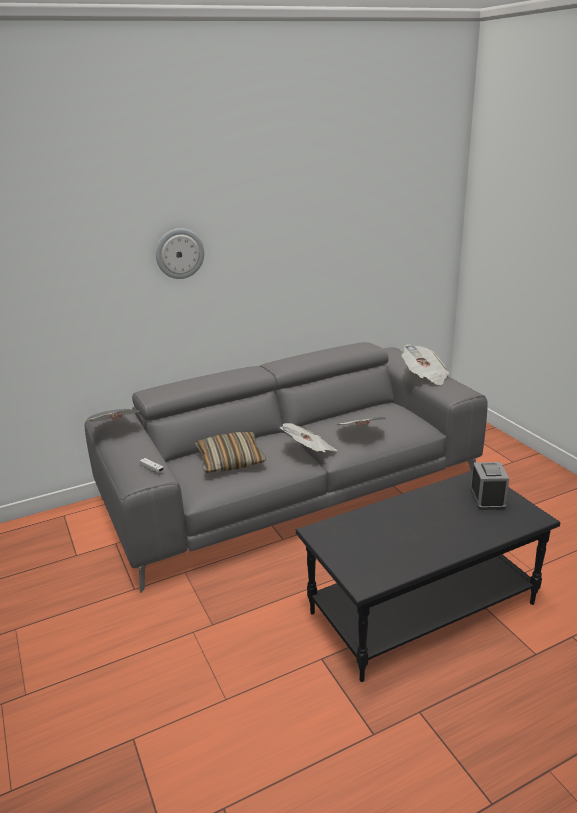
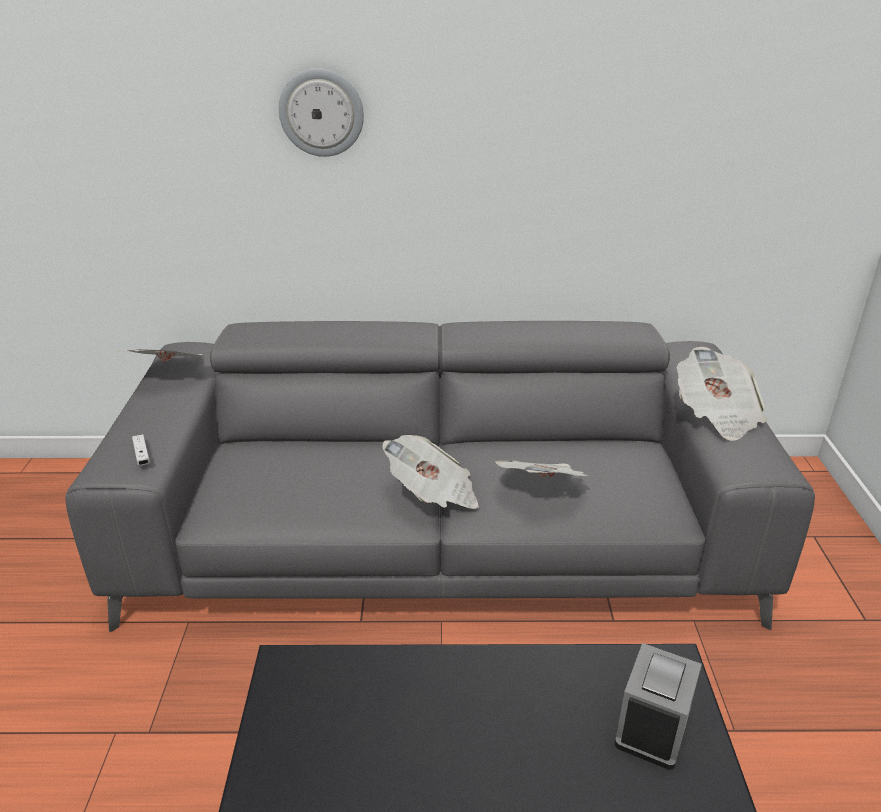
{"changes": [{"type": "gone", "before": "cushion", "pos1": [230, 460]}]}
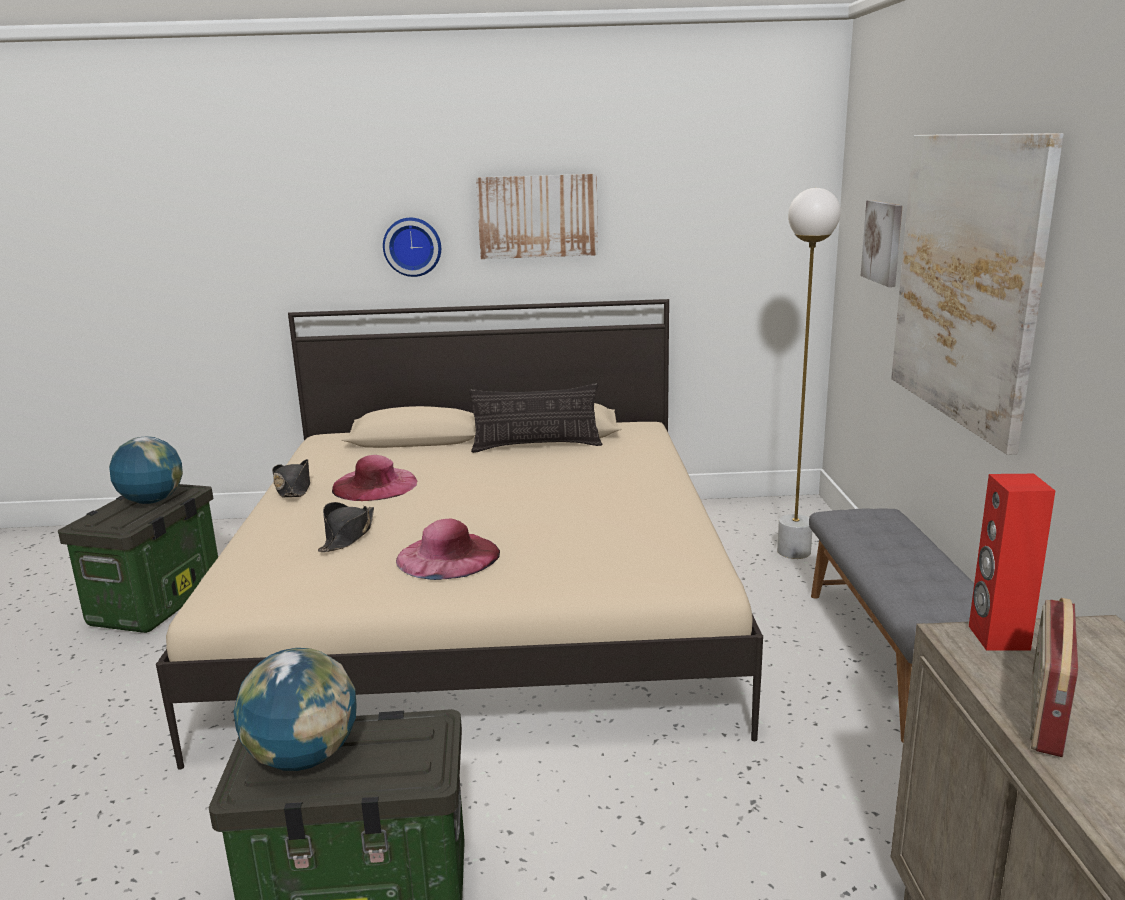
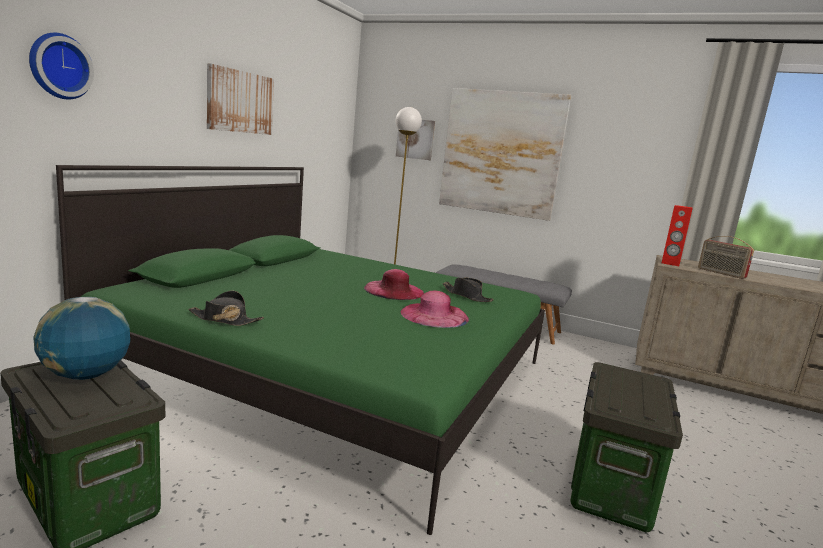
{"changes": [{"type": "shifted", "before": "clock on the wall", "pos1": [412, 246], "pos2": [59, 66]}, {"type": "repainted", "before": "beige bed", "after": "greenish bed", "pos1": [484, 603], "pos2": [335, 371]}, {"type": "gone", "before": "cushion", "pos1": [536, 446]}, {"type": "shifted", "before": "pinkish wearable hat", "pos1": [375, 485], "pos2": [394, 290]}, {"type": "shifted", "before": "black-coloured wearable hat", "pos1": [348, 535], "pos2": [467, 296]}, {"type": "gone", "before": "desk globe", "pos1": [303, 757]}]}
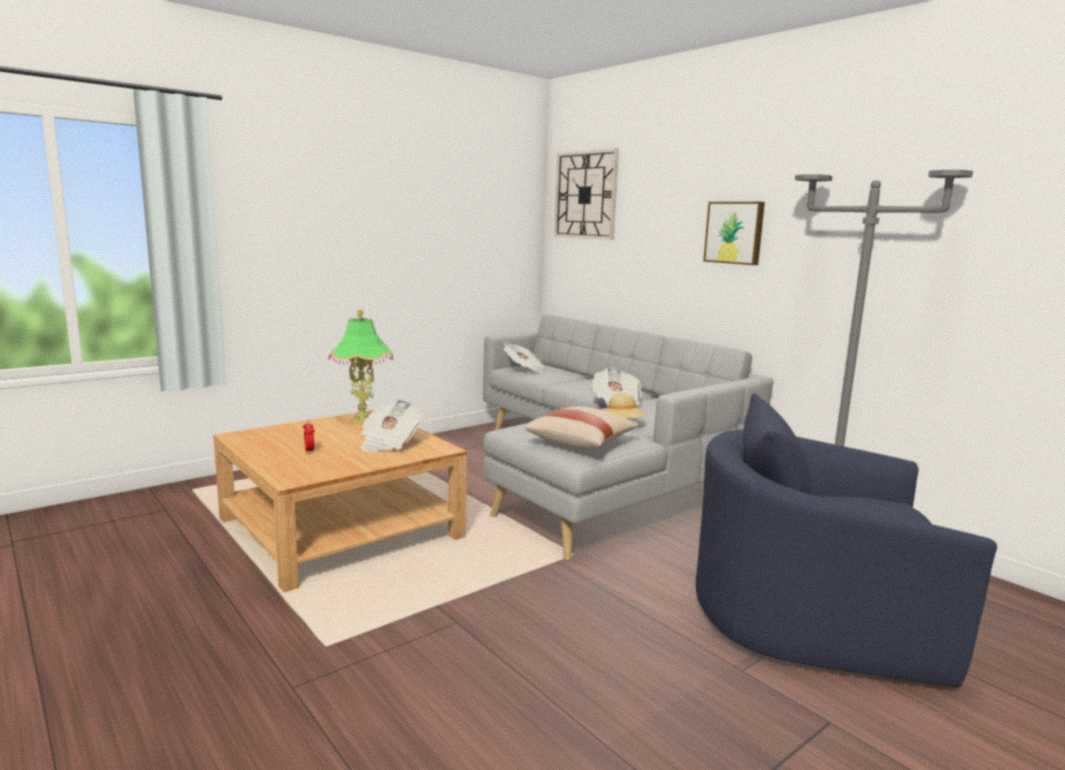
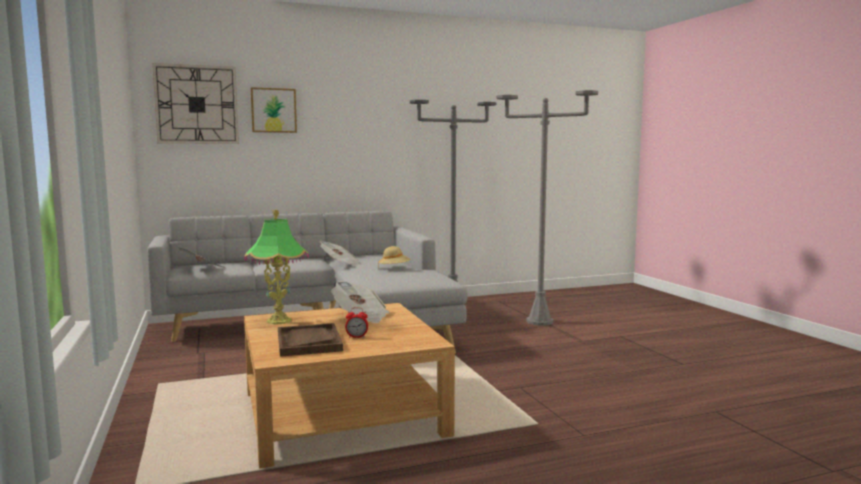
{"changes": [{"type": "shifted", "before": "wall art", "pos1": [735, 232], "pos2": [273, 110]}, {"type": "swapped", "before": "blue-coloured lounge chair", "after": "grey floor lamp", "pos1": [813, 615], "pos2": [539, 321]}, {"type": "gone", "before": "beige cushion", "pos1": [582, 443]}, {"type": "new", "after": "brownish tray", "pos2": [308, 342]}]}
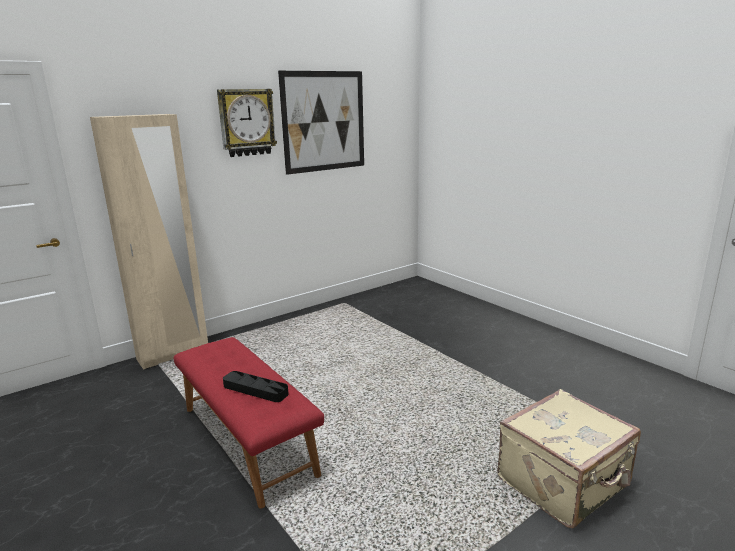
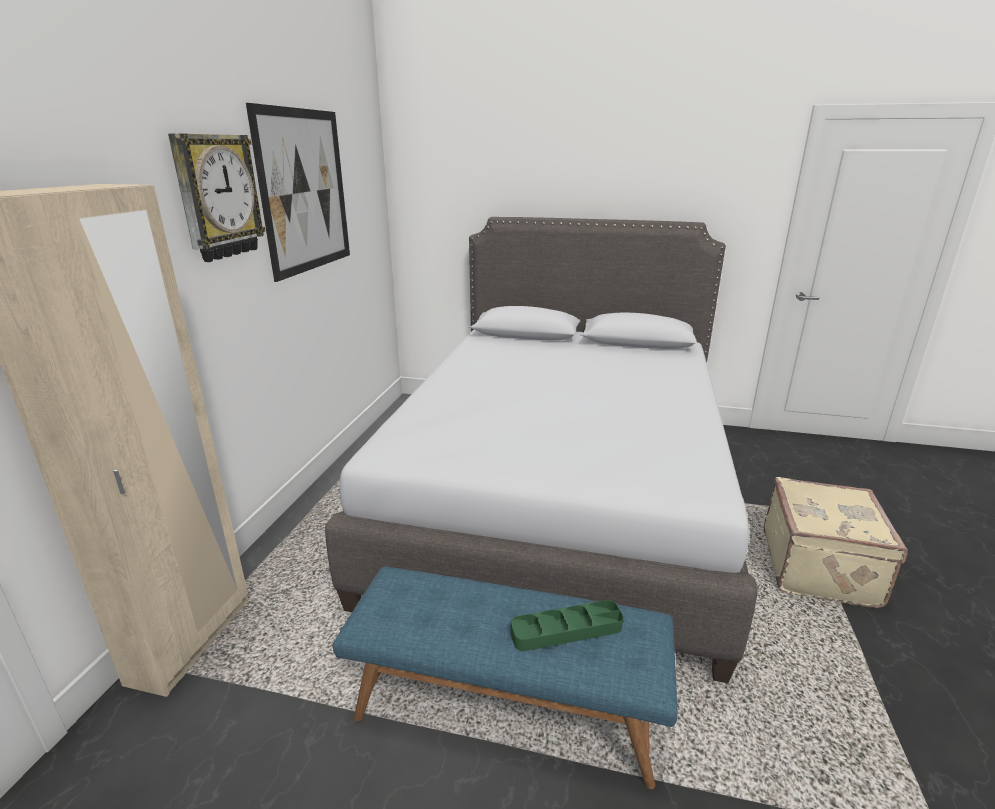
{"changes": [{"type": "repainted", "before": "red-coloured indoor bench", "after": "blue-coloured indoor bench", "pos1": [248, 439], "pos2": [507, 706]}, {"type": "repainted", "before": "black-coloured tray", "after": "greenish tray", "pos1": [255, 390], "pos2": [566, 630]}, {"type": "new", "after": "grey bed", "pos2": [559, 495]}]}
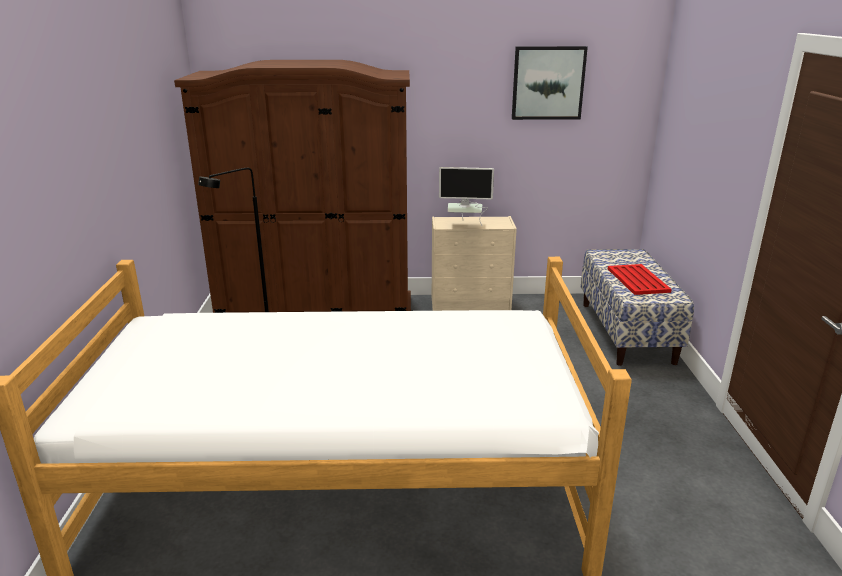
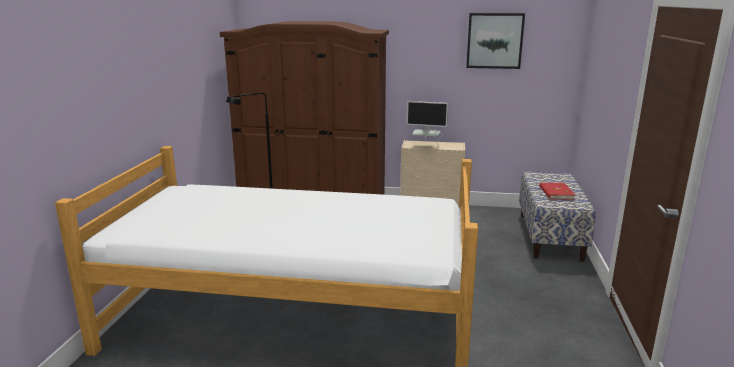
{"changes": [{"type": "swapped", "before": "red-coloured tray", "after": "red-coloured bound book", "pos1": [638, 280], "pos2": [555, 193]}]}
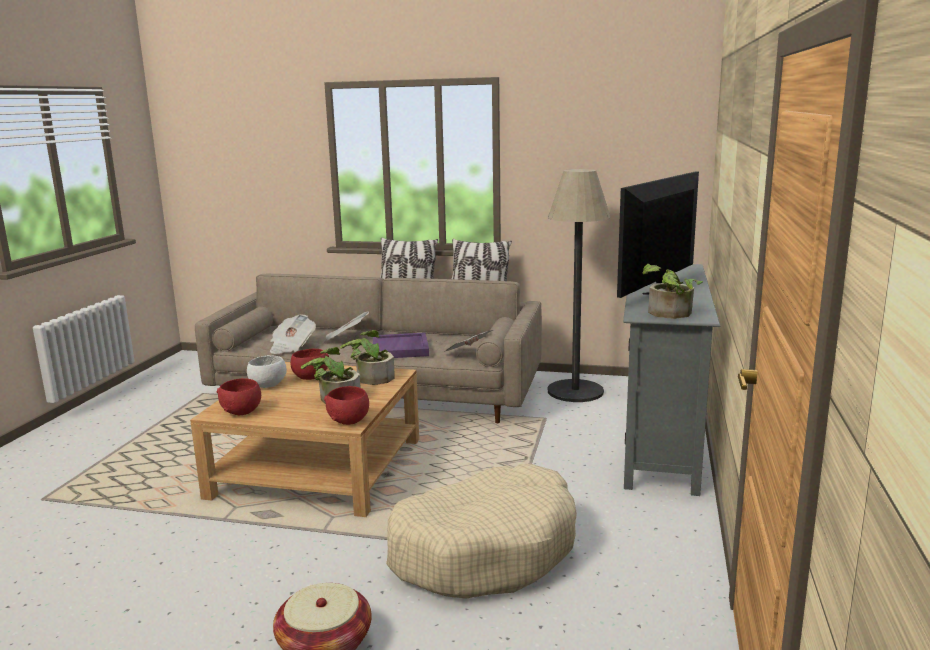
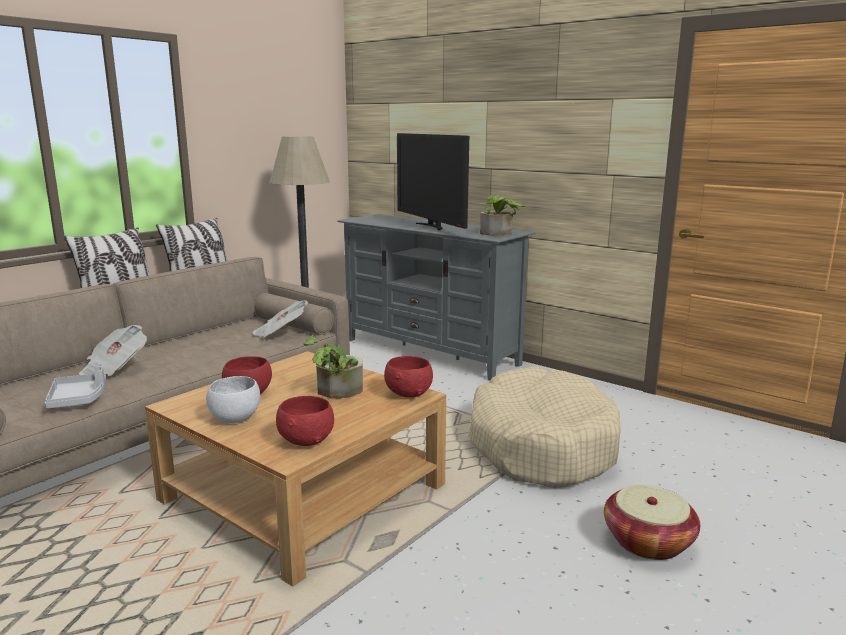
{"changes": [{"type": "swapped", "before": "daily paper", "after": "grey tray", "pos1": [291, 347], "pos2": [78, 399]}, {"type": "gone", "before": "potted plant", "pos1": [370, 378]}, {"type": "gone", "before": "purplish tray", "pos1": [400, 349]}]}
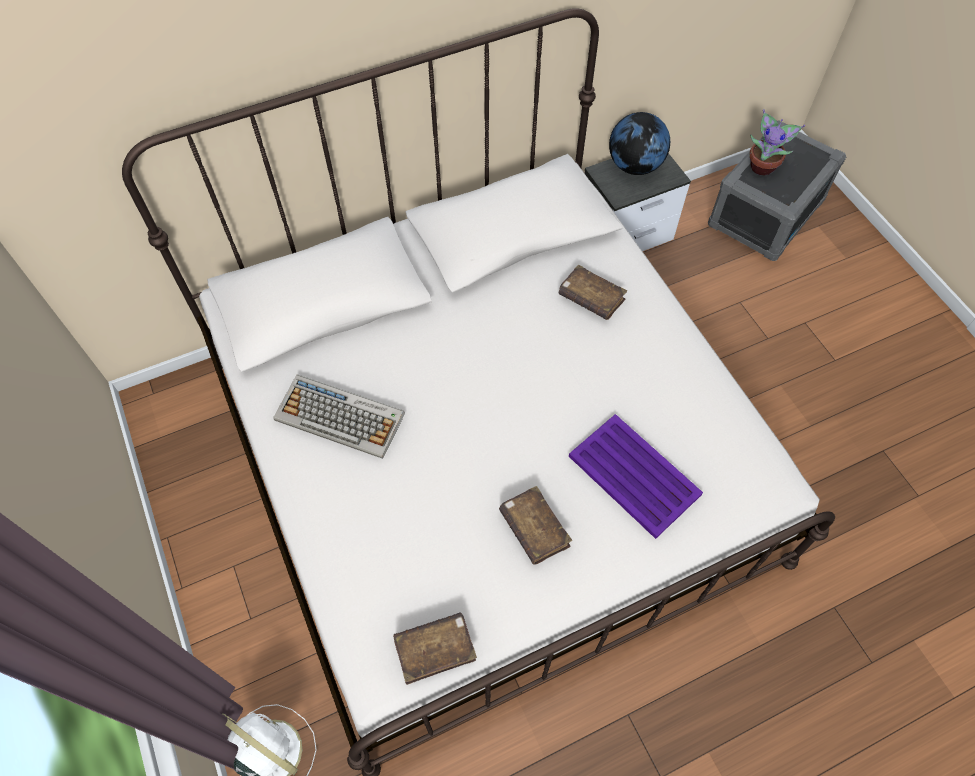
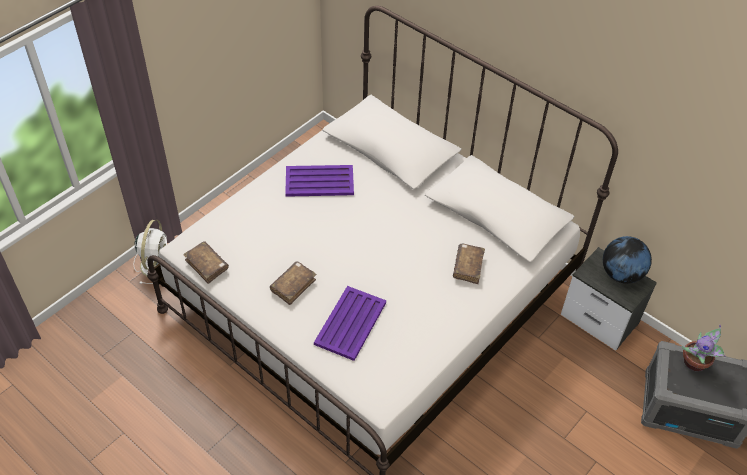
{"changes": [{"type": "swapped", "before": "PC keyboard", "after": "purplish tray", "pos1": [341, 416], "pos2": [320, 181]}]}
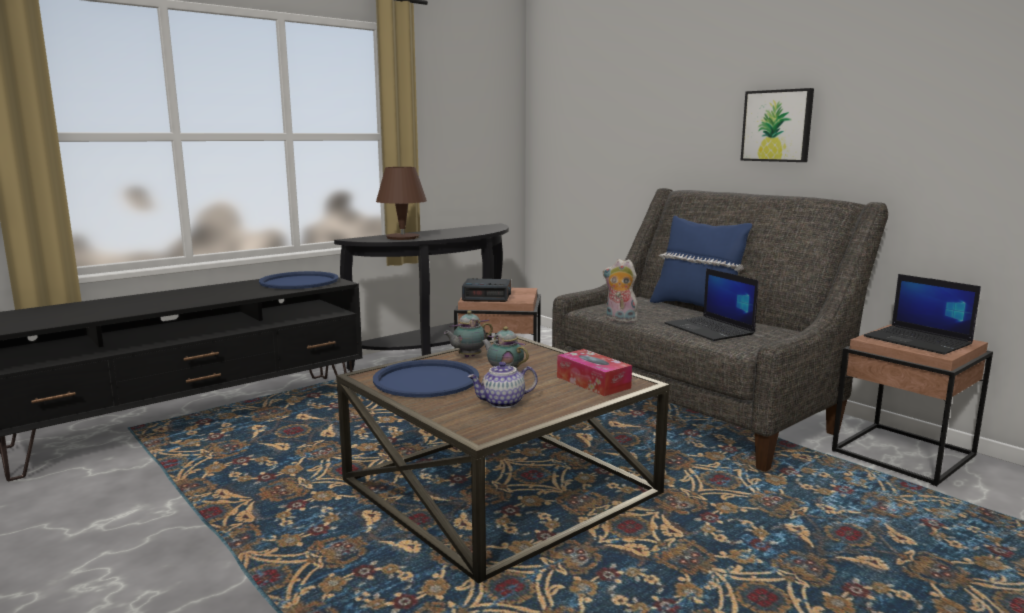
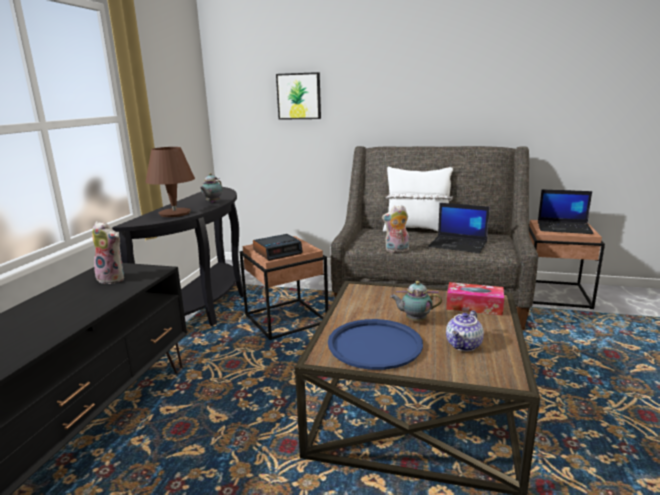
{"changes": [{"type": "shifted", "before": "wall art", "pos1": [777, 126], "pos2": [299, 96]}, {"type": "repainted", "before": "blue-coloured cushion", "after": "white-coloured cushion", "pos1": [696, 308], "pos2": [417, 230]}, {"type": "swapped", "before": "blue-coloured tray", "after": "plush toy", "pos1": [299, 282], "pos2": [113, 278]}, {"type": "shifted", "before": "teapot", "pos1": [468, 357], "pos2": [212, 202]}]}
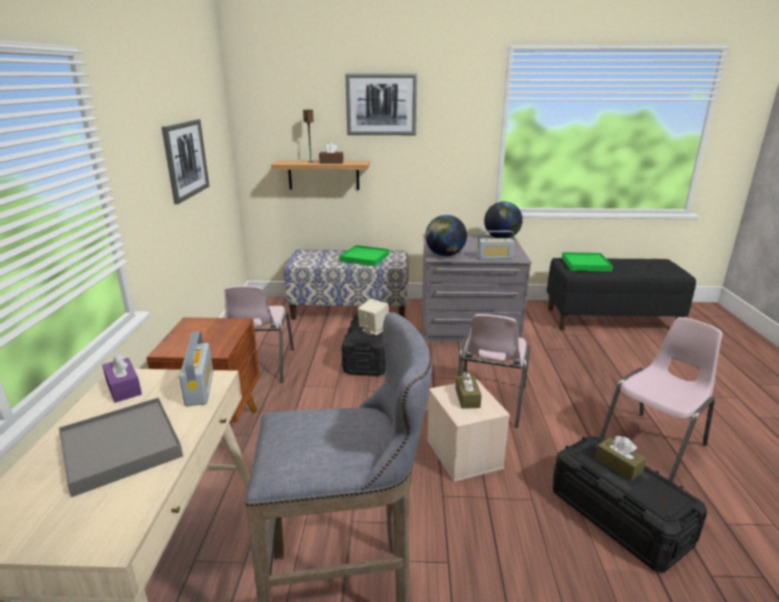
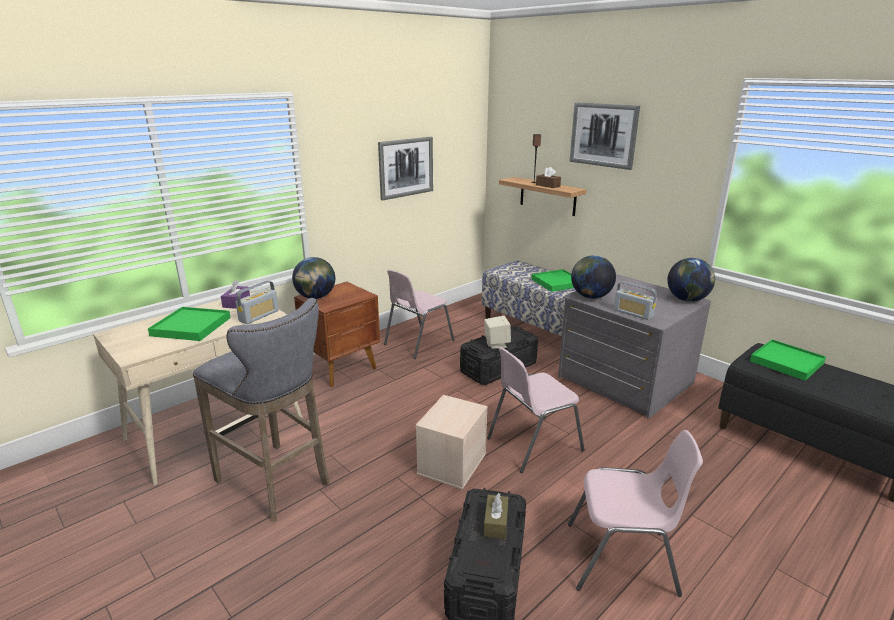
{"changes": [{"type": "gone", "before": "brownish tissue box", "pos1": [467, 398]}, {"type": "repainted", "before": "grey tray", "after": "greenish tray", "pos1": [121, 447], "pos2": [191, 326]}, {"type": "new", "after": "desk globe", "pos2": [315, 297]}]}
